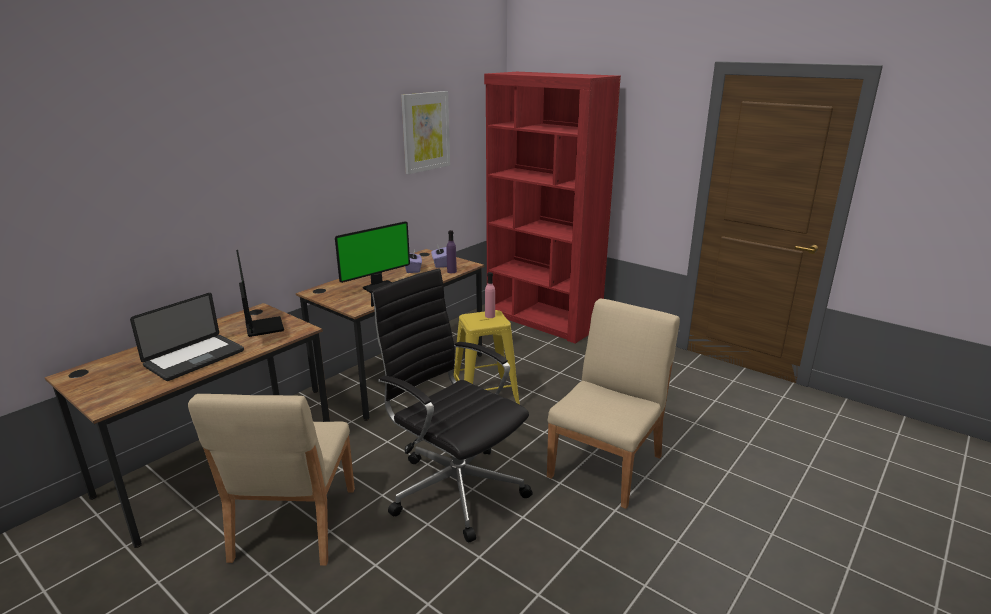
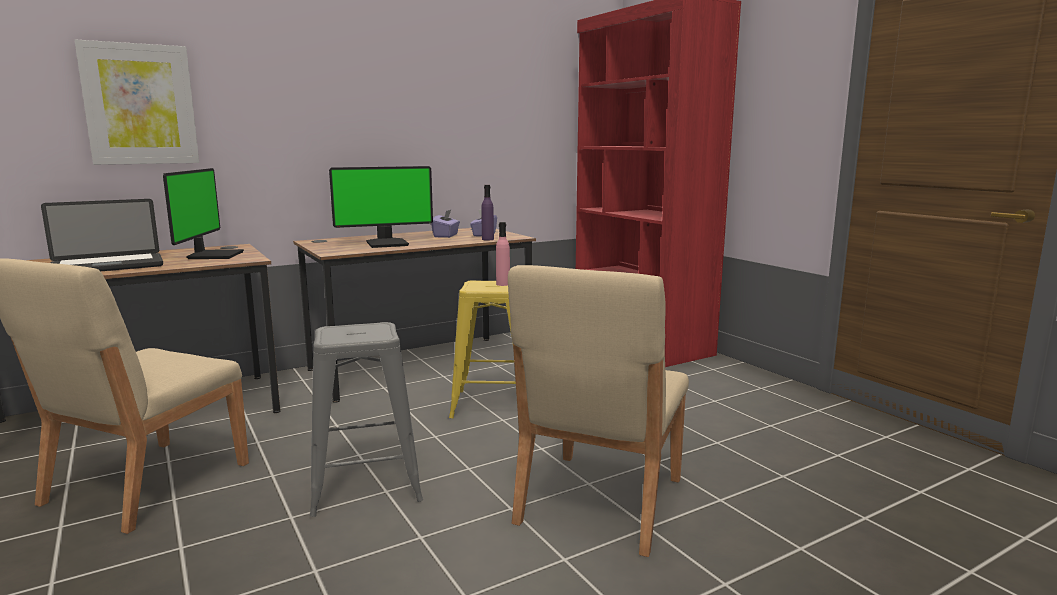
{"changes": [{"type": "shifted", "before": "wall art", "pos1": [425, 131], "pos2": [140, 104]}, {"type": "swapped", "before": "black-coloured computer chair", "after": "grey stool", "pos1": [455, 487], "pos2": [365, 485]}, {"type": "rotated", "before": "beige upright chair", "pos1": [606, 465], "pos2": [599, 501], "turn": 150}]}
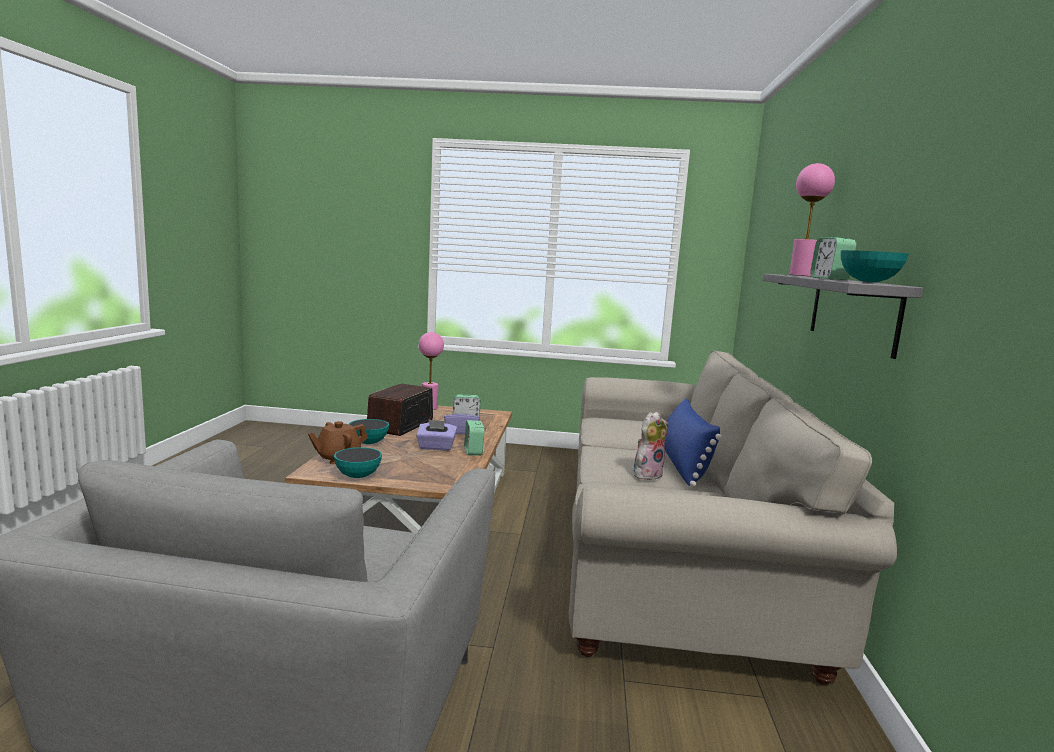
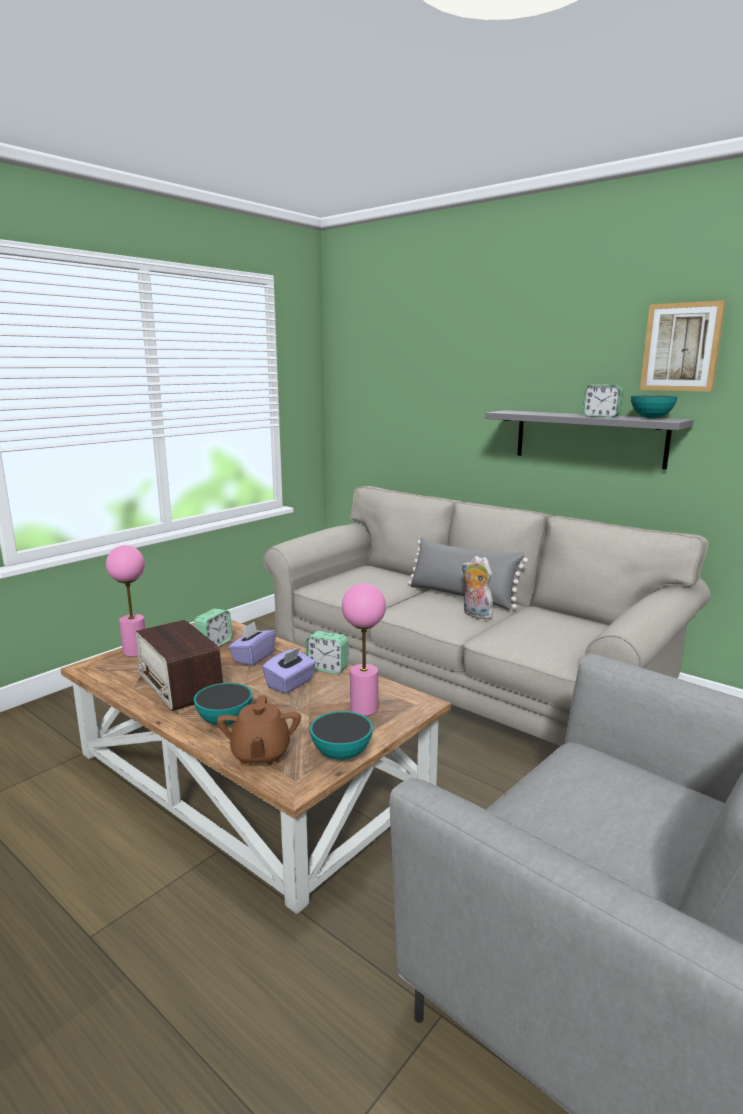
{"changes": [{"type": "shifted", "before": "pinkish lamp for a table", "pos1": [801, 275], "pos2": [364, 709]}, {"type": "repainted", "before": "blue-coloured cushion", "after": "grey cushion", "pos1": [683, 464], "pos2": [462, 596]}, {"type": "rotated", "before": "plush toy", "pos1": [647, 474], "pos2": [475, 615], "turn": -45}, {"type": "new", "after": "wall art", "pos2": [681, 347]}]}
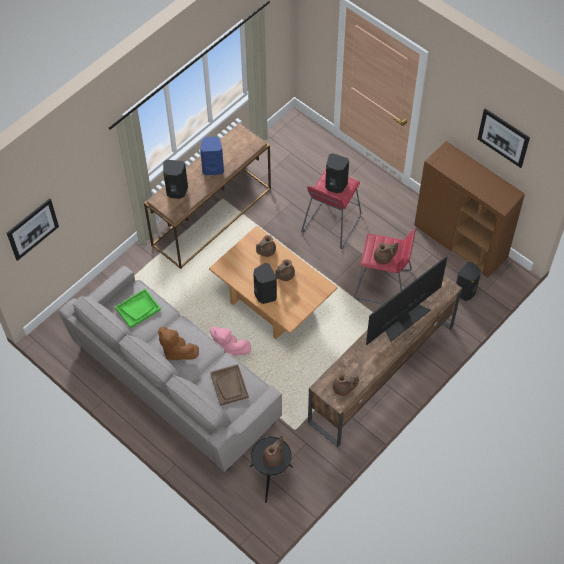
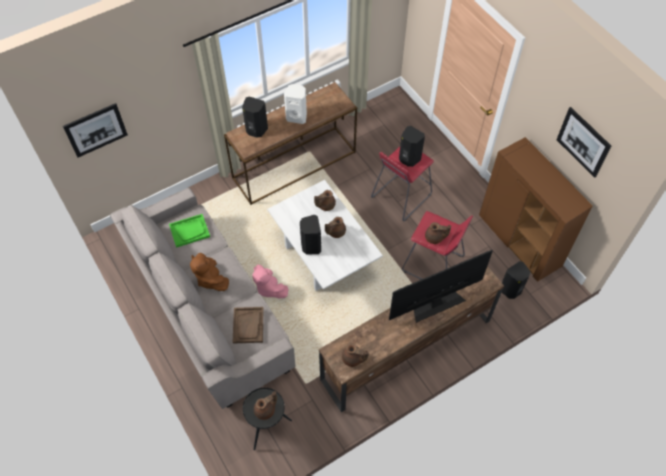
{"changes": [{"type": "repainted", "before": "blue-coloured speaker", "after": "white-coloured speaker", "pos1": [213, 168], "pos2": [297, 117]}, {"type": "repainted", "before": "brownish low table", "after": "white-coloured low table", "pos1": [273, 303], "pos2": [324, 256]}]}
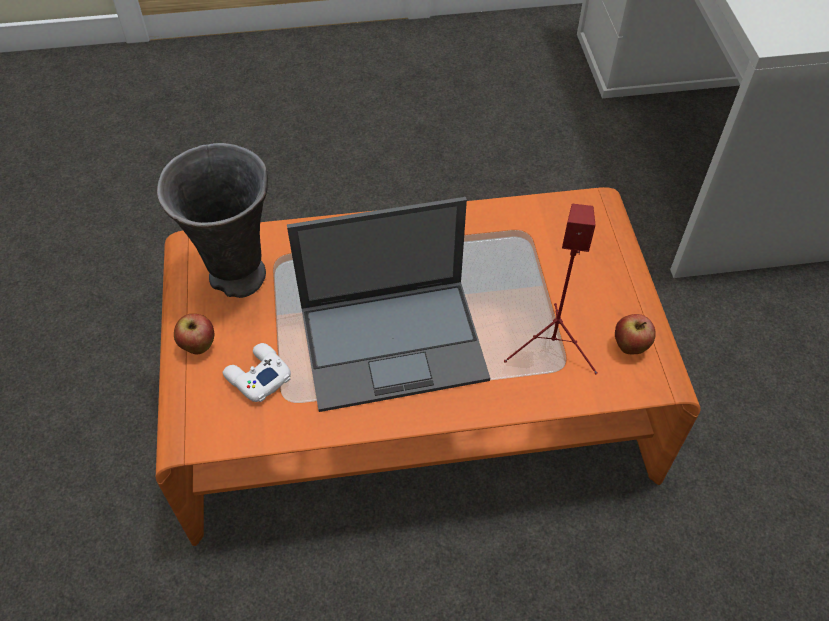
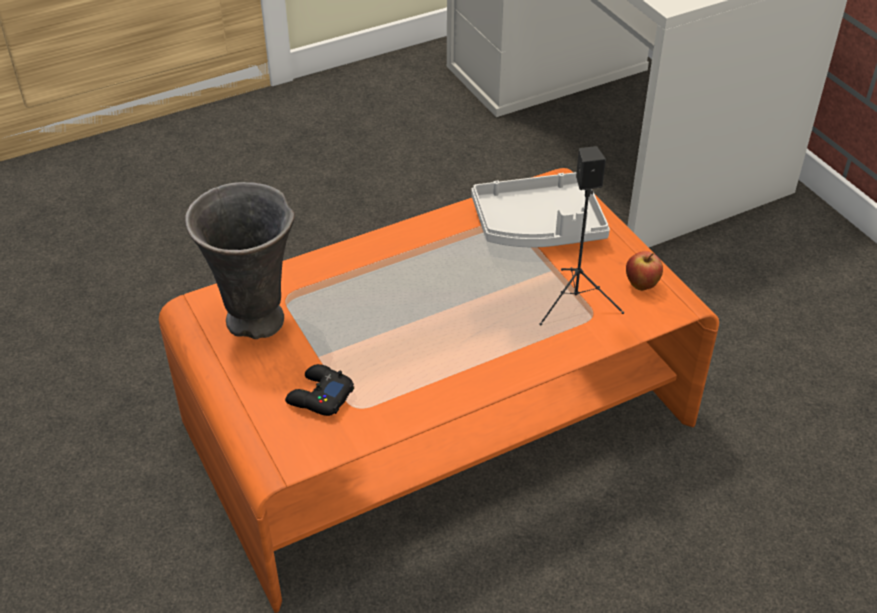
{"changes": [{"type": "gone", "before": "laptop", "pos1": [395, 342]}, {"type": "repainted", "before": "red-coloured speaker", "after": "black-coloured speaker", "pos1": [553, 346], "pos2": [576, 301]}, {"type": "gone", "before": "apple", "pos1": [199, 346]}, {"type": "repainted", "before": "white-coloured joypad", "after": "black-coloured joypad", "pos1": [257, 376], "pos2": [319, 396]}, {"type": "new", "after": "grey tray", "pos2": [539, 226]}]}
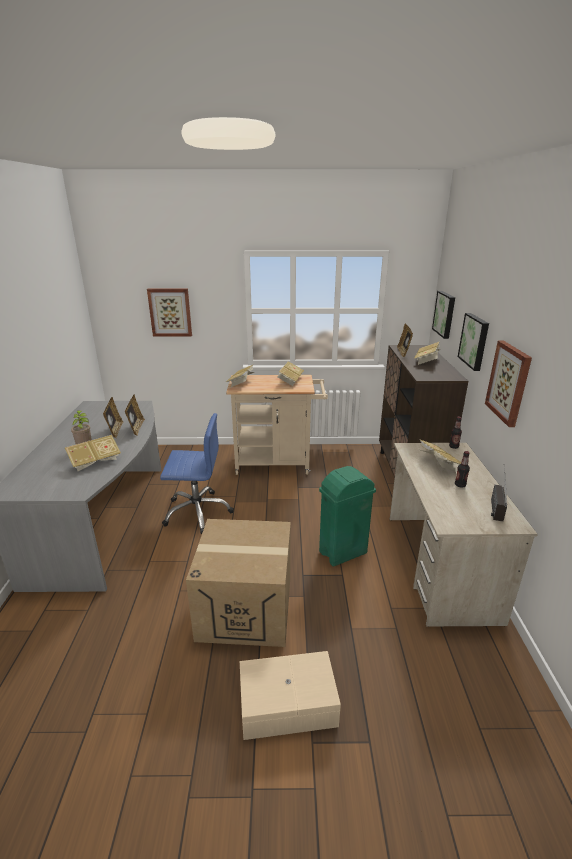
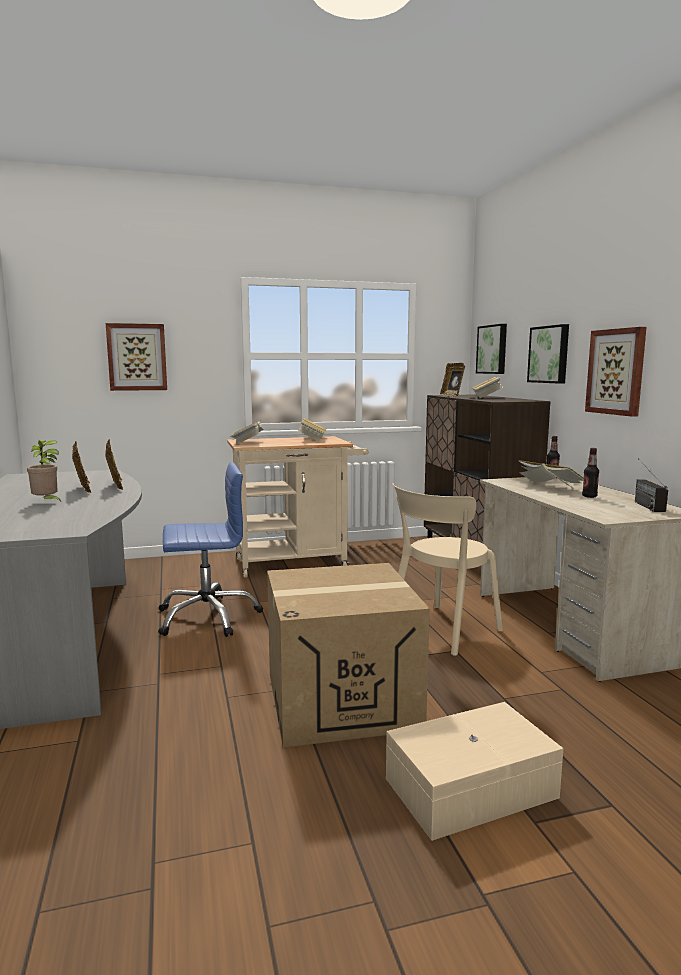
{"changes": [{"type": "gone", "before": "bound book", "pos1": [95, 462]}, {"type": "swapped", "before": "greenish trash can", "after": "beige upright chair", "pos1": [342, 552], "pos2": [441, 631]}]}
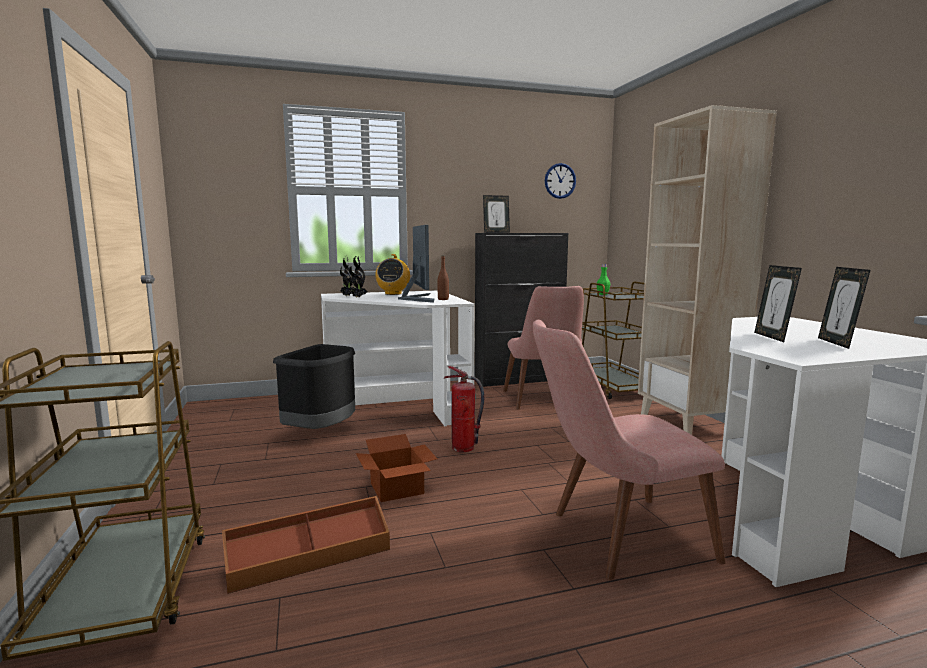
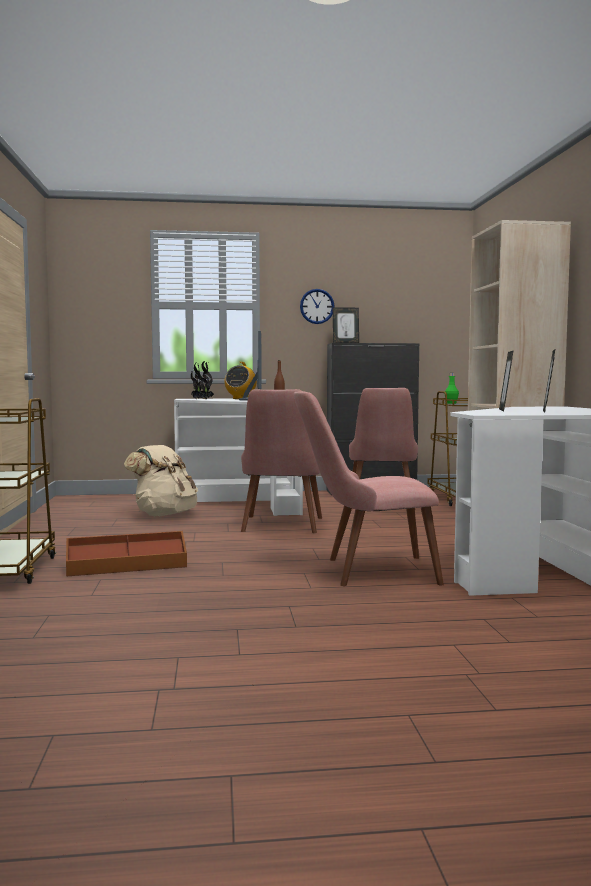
{"changes": [{"type": "shifted", "before": "clock on the wall", "pos1": [560, 181], "pos2": [317, 306]}, {"type": "swapped", "before": "black-coloured trash can", "after": "beige rucksack", "pos1": [322, 432], "pos2": [164, 515]}, {"type": "swapped", "before": "fire extinguisher", "after": "pinkish upright chair", "pos1": [463, 448], "pos2": [281, 527]}, {"type": "gone", "before": "cardboard box", "pos1": [396, 489]}]}
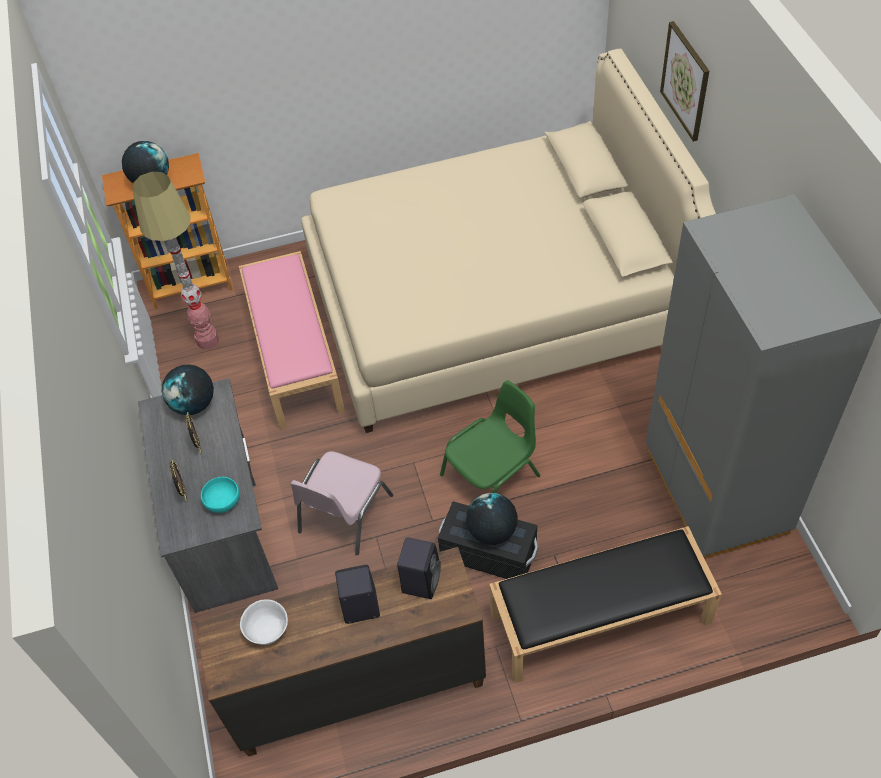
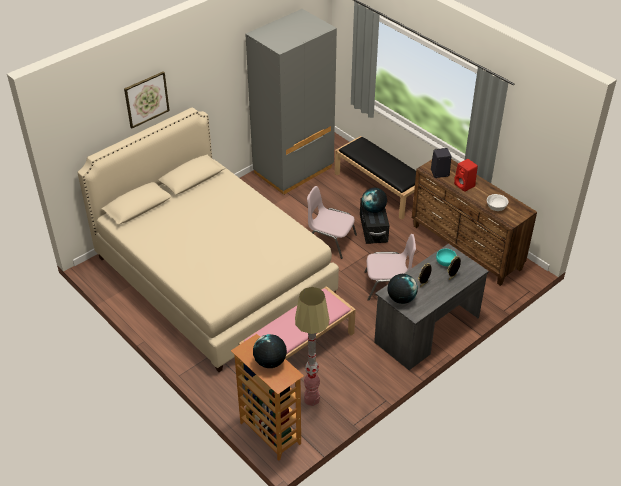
{"changes": [{"type": "repainted", "before": "greenish upright chair", "after": "pinkish upright chair", "pos1": [492, 475], "pos2": [330, 241]}, {"type": "repainted", "before": "black-coloured speaker", "after": "red-coloured speaker", "pos1": [359, 607], "pos2": [465, 185]}]}
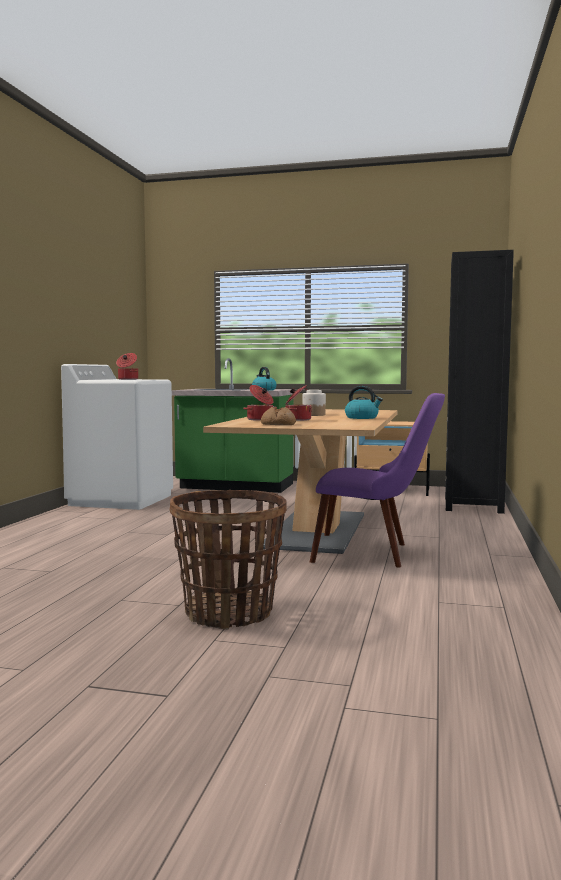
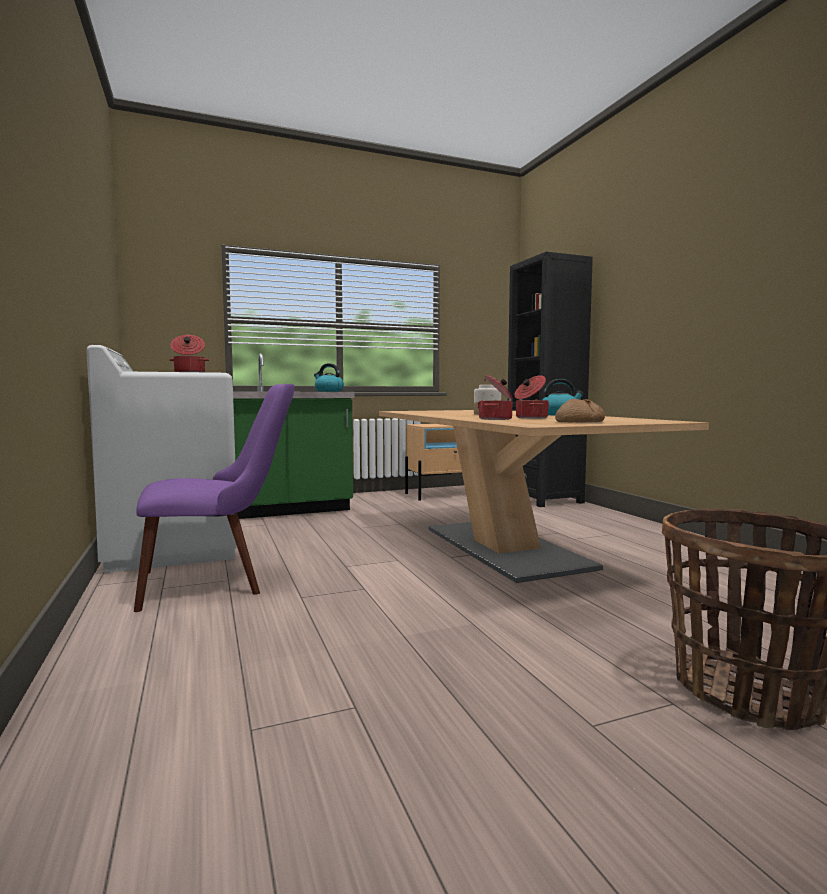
{"changes": [{"type": "shifted", "before": "purplish upright chair", "pos1": [375, 553], "pos2": [219, 580]}]}
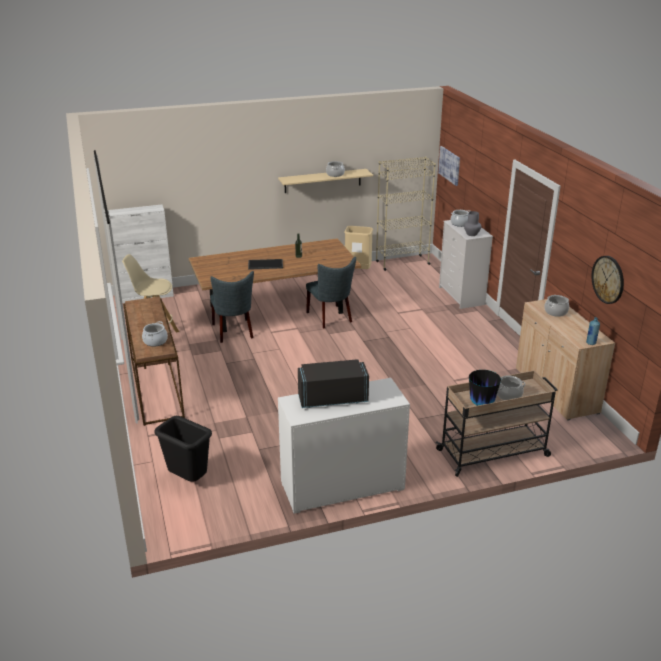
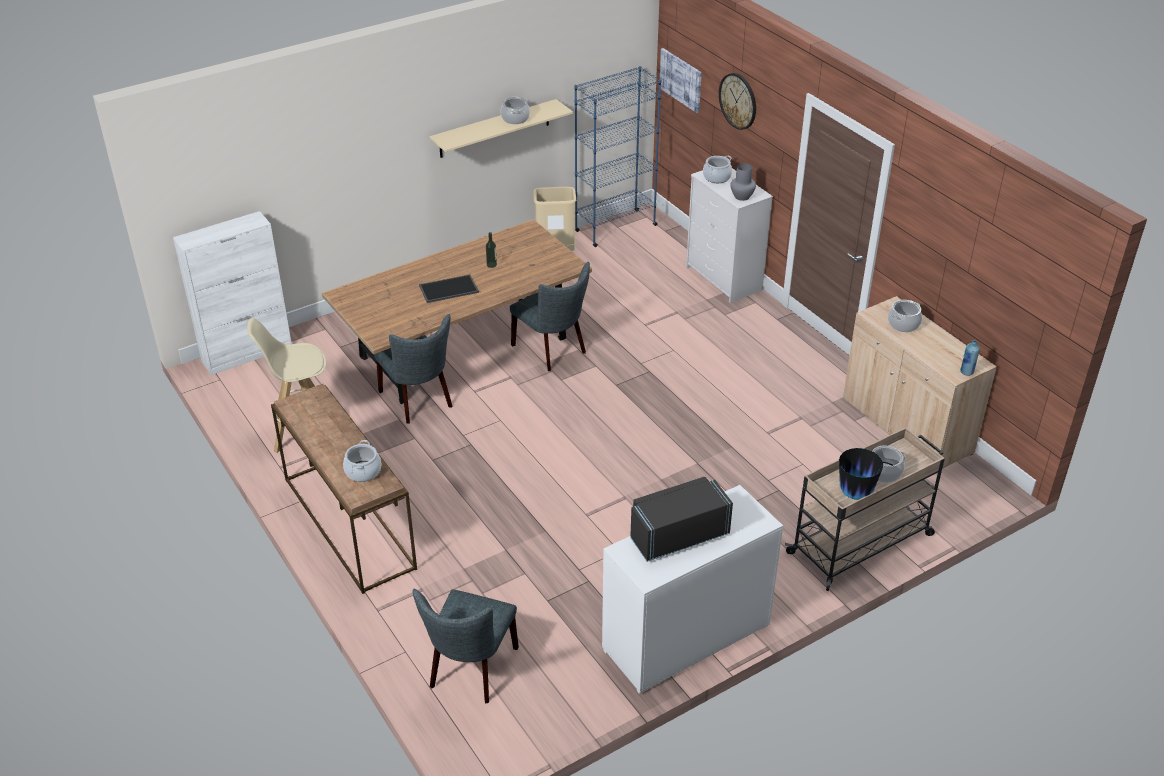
{"changes": [{"type": "repainted", "before": "beige bookshelf", "after": "blue-coloured bookshelf", "pos1": [402, 263], "pos2": [615, 228]}, {"type": "shifted", "before": "clock on the wall", "pos1": [608, 279], "pos2": [738, 101]}, {"type": "swapped", "before": "black-coloured trash can", "after": "grey upright chair", "pos1": [188, 480], "pos2": [470, 671]}]}
